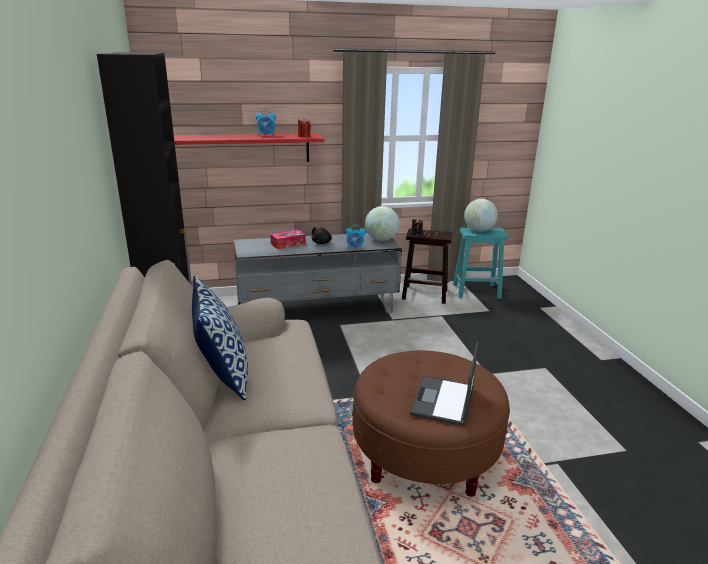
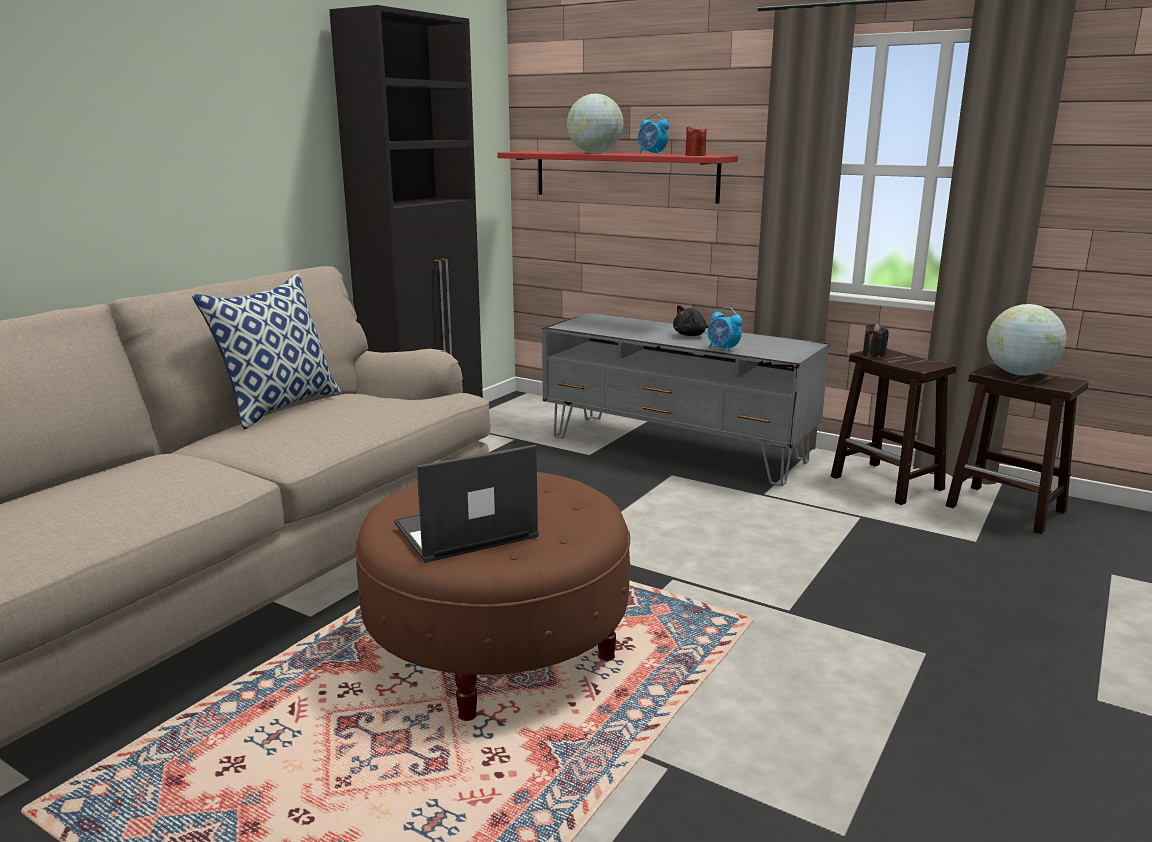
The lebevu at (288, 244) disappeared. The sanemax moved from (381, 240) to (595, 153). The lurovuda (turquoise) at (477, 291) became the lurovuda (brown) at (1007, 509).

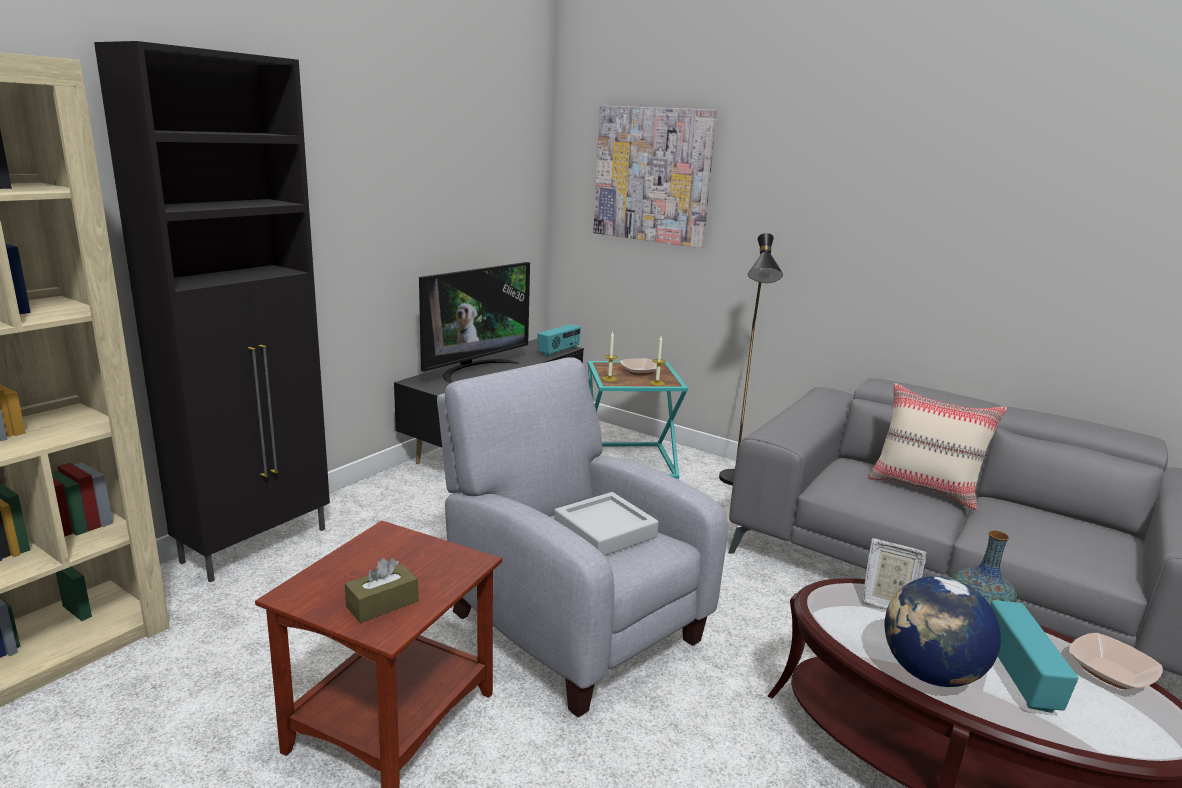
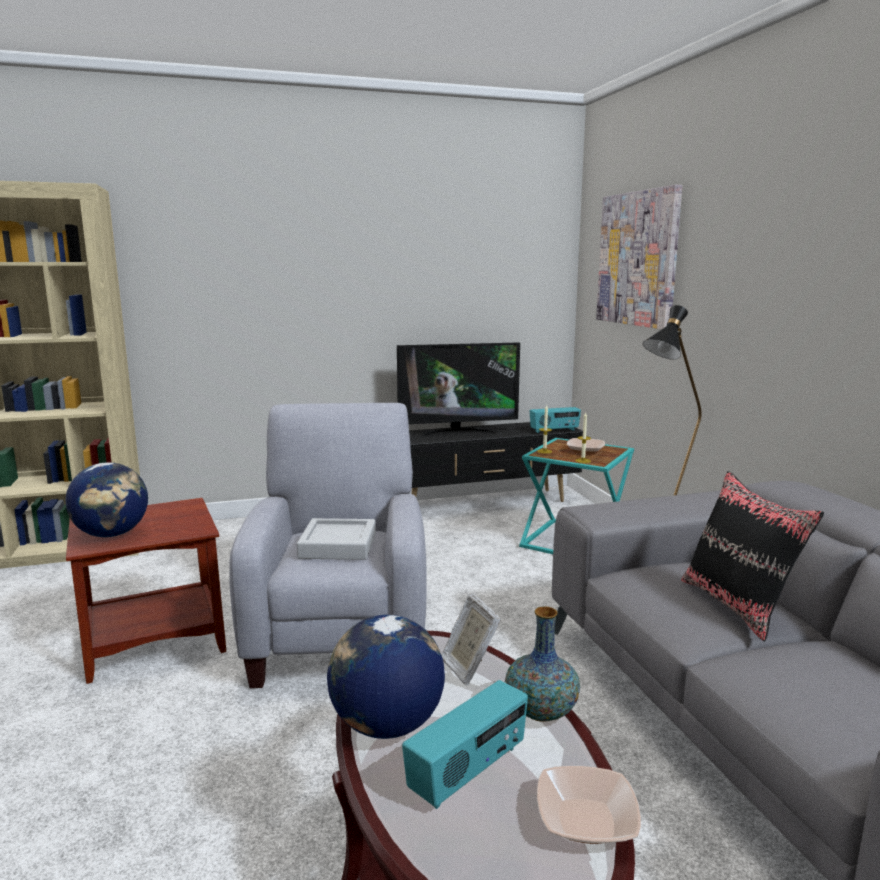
The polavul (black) at (258, 545) disappeared. The lebevu (brown) at (382, 604) was replaced by the sanemax at (112, 534). The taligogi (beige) at (925, 488) became the taligogi (black) at (737, 606).

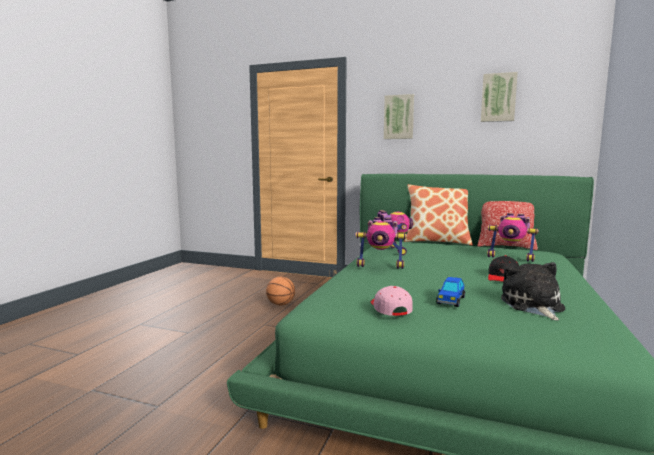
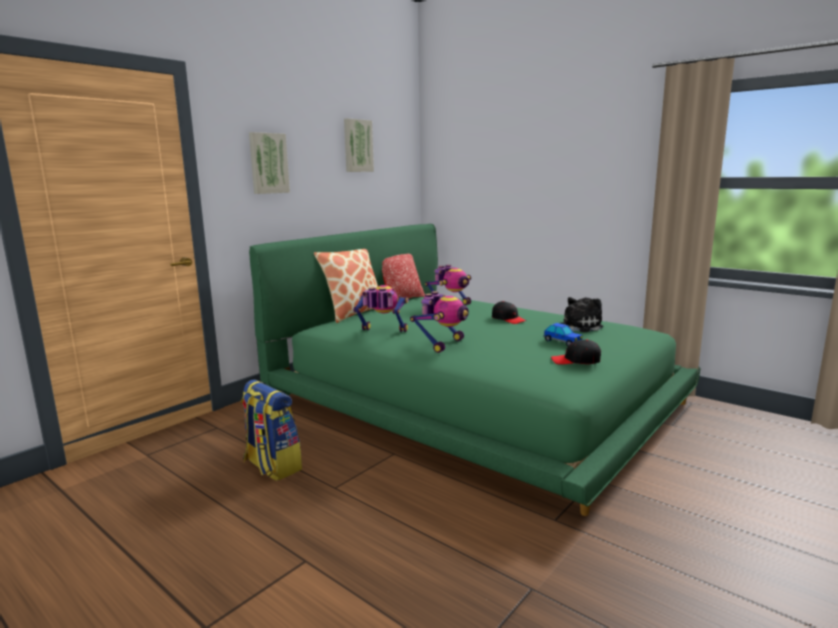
The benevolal at (280, 304) was replaced by the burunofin at (271, 466). The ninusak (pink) at (390, 308) became the ninusak (black) at (576, 361). The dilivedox at (533, 305) turned 120 degrees clockwise.

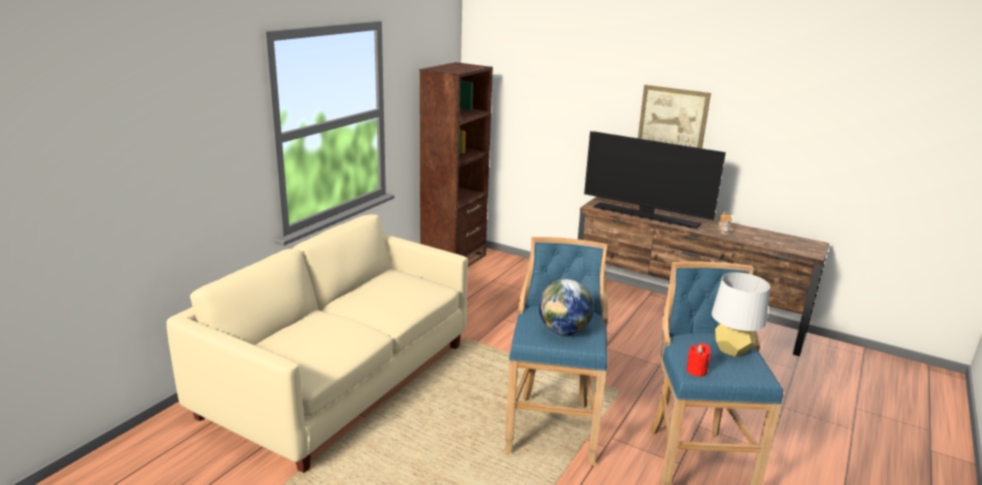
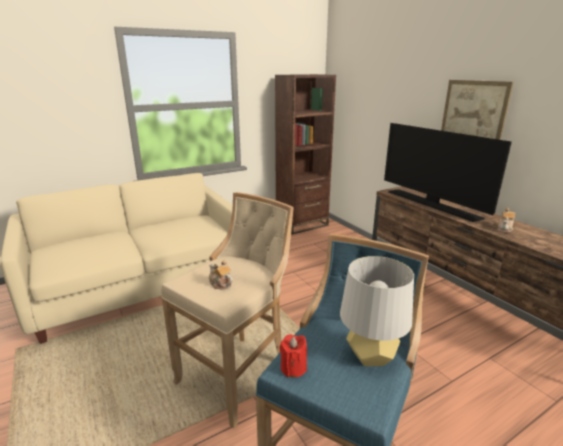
The lurovuda (blue) at (552, 427) became the lurovuda (beige) at (237, 372). The sanemax at (564, 331) was replaced by the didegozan at (220, 284).

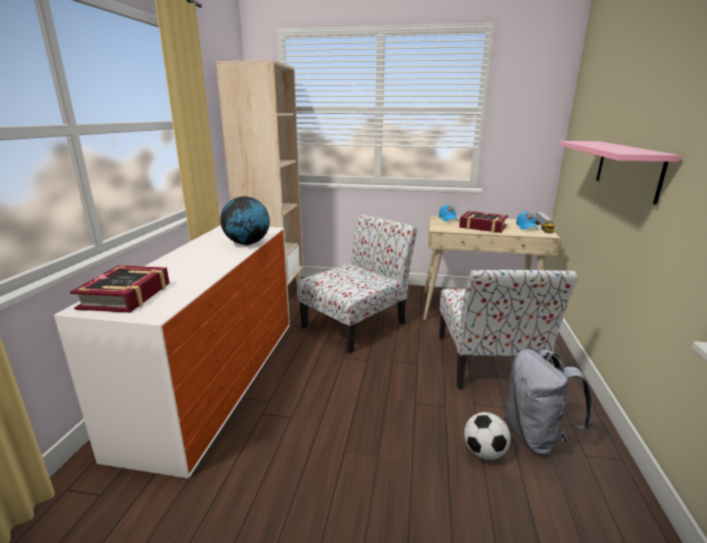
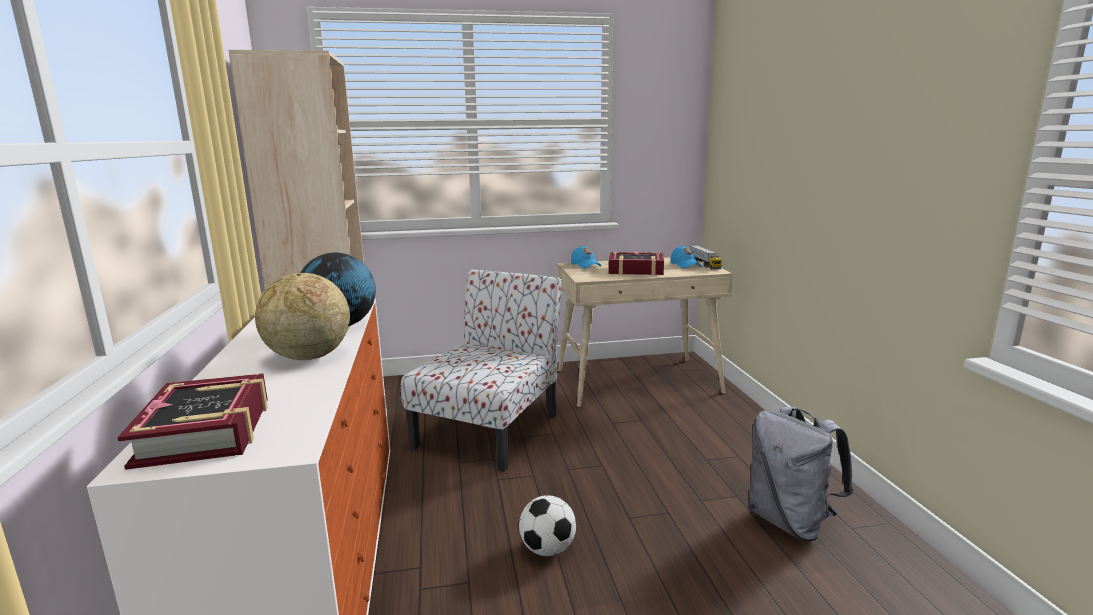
The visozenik at (487, 362) disappeared. The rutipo moved from (484, 452) to (548, 549). The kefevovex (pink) at (627, 169) disappeared. The sanemax at (308, 357) appeared.

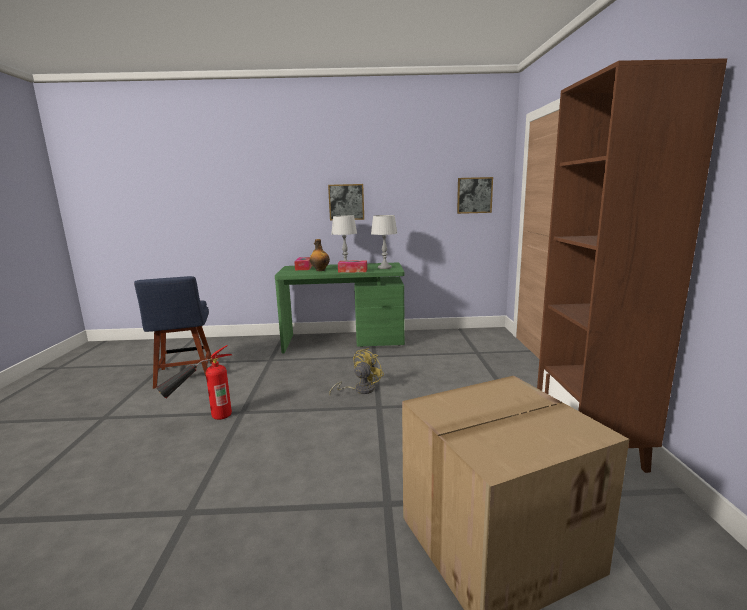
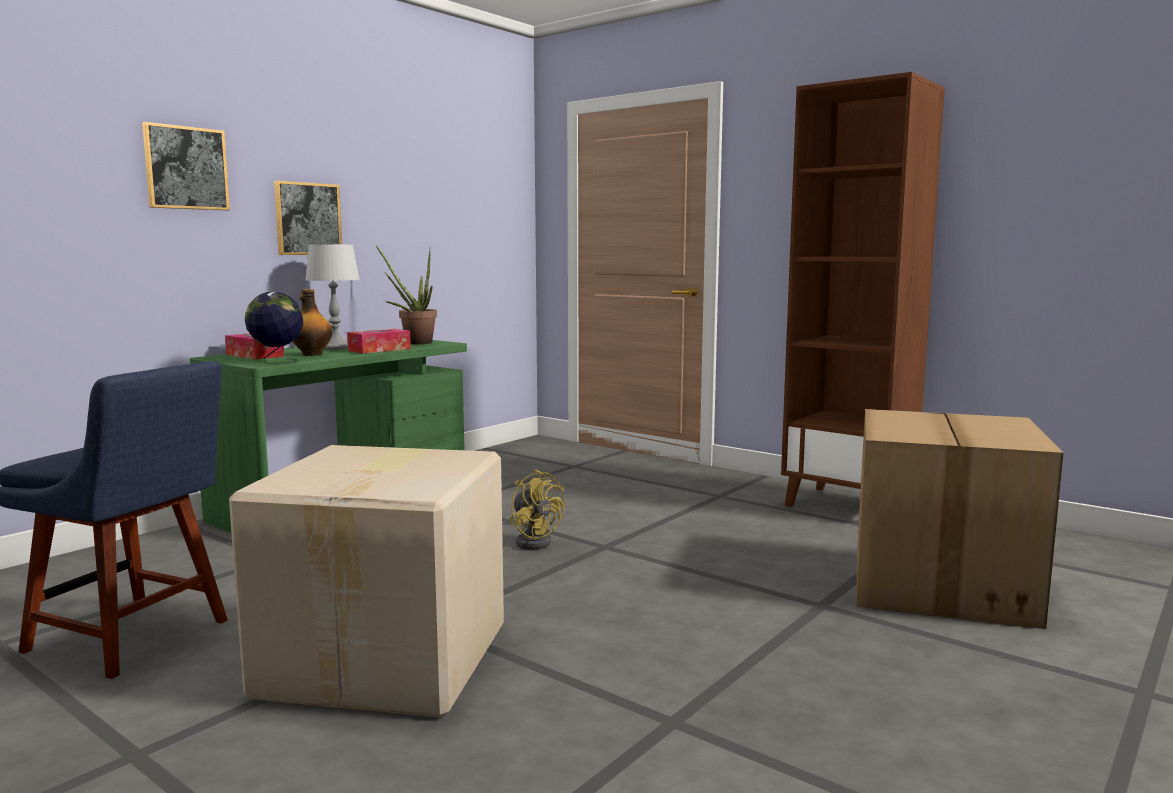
The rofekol at (202, 420) was replaced by the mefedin at (389, 658). The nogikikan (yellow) at (360, 390) turned 150 degrees clockwise. The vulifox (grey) at (385, 267) was replaced by the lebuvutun at (413, 342). The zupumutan moved from (474, 195) to (186, 168). The sanemax at (276, 362) appeared.

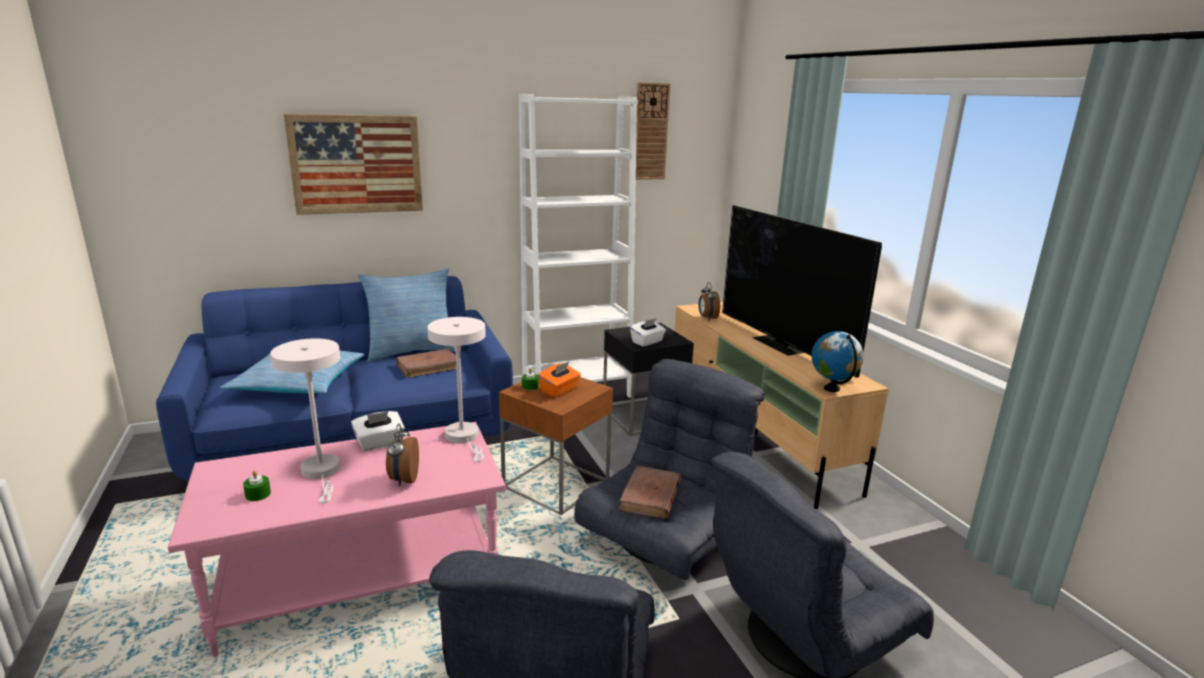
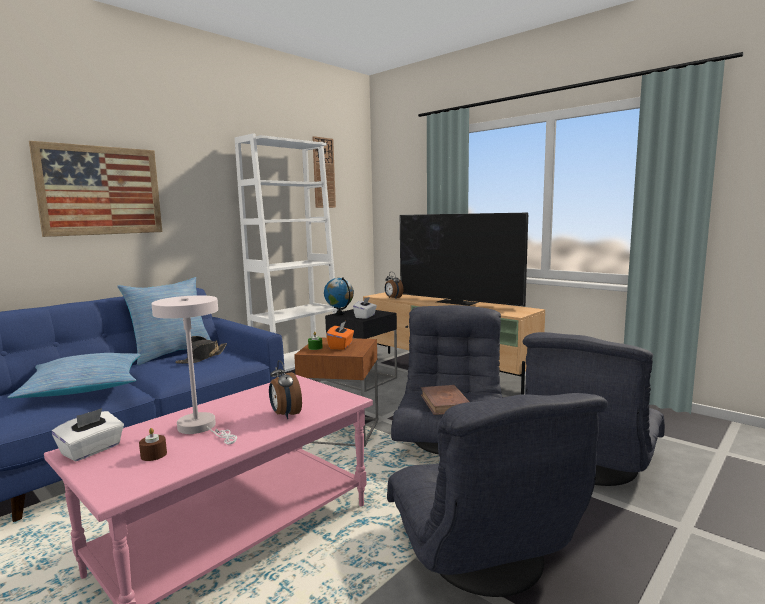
The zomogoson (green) at (258, 494) became the zomogoson (brown) at (153, 455). The lebevu (white) moved from (379, 443) to (92, 450). The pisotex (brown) at (429, 366) was replaced by the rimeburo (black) at (202, 357). The vulifox (white) at (464, 438) disappeared. The sanemax moved from (832, 389) to (339, 314).

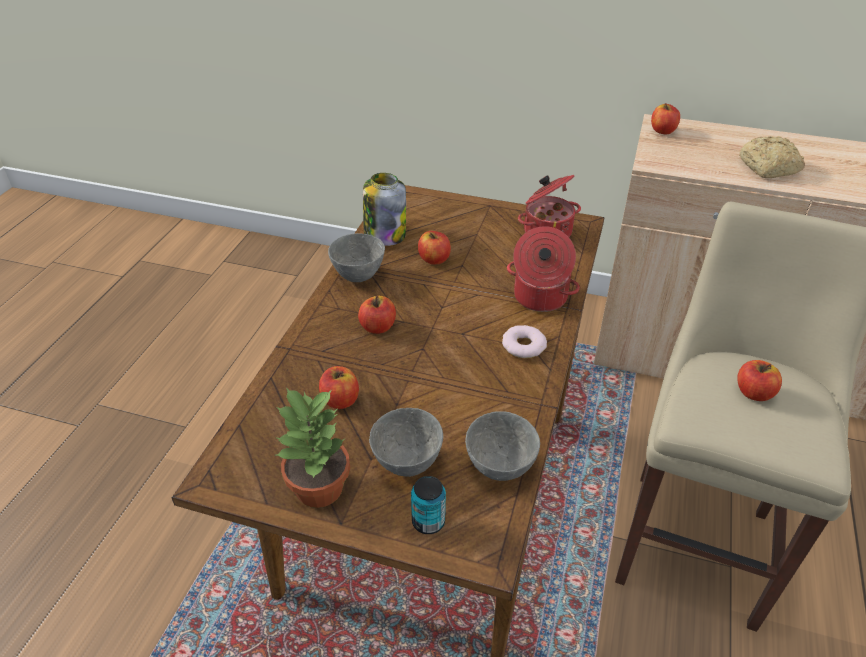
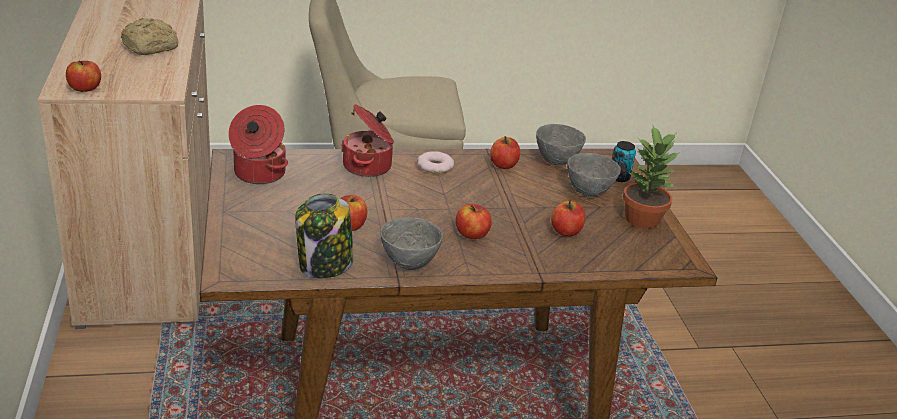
The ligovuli moved from (753, 392) to (503, 165).

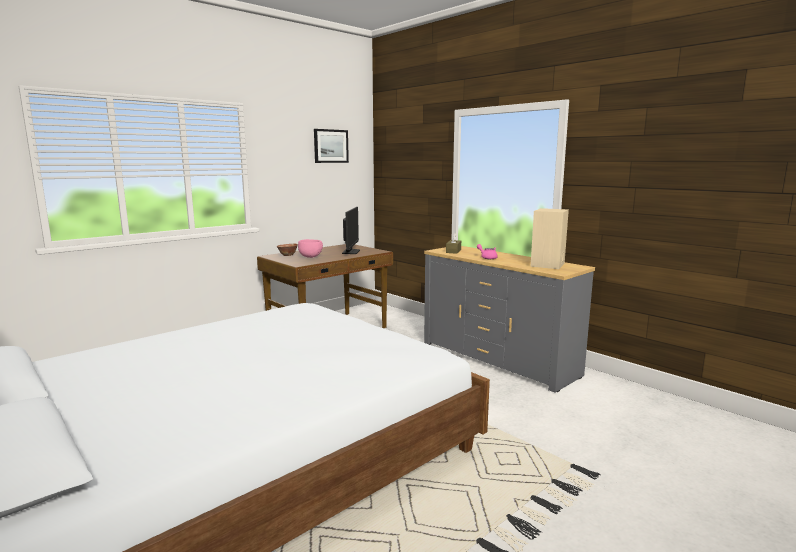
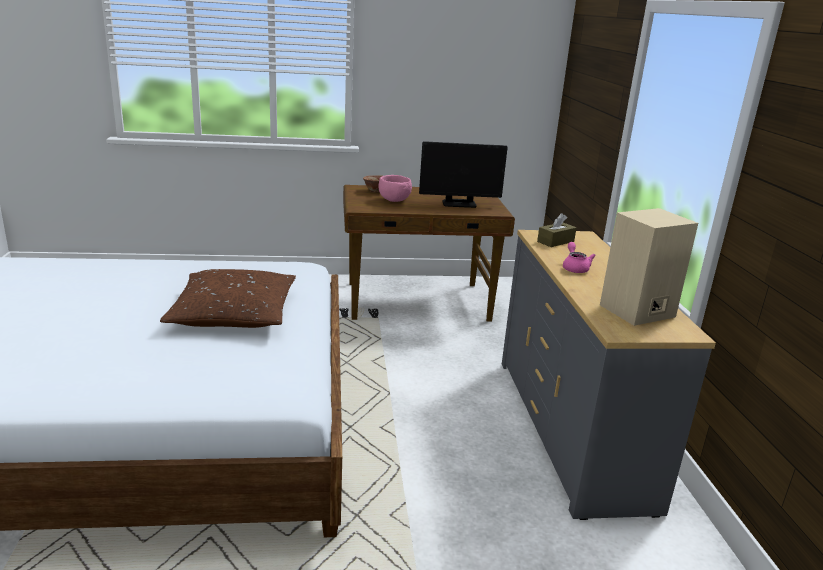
The zupumutan at (330, 146) disappeared. The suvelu at (351, 252) turned 45 degrees clockwise. The taligogi (brown) at (234, 313) appeared.

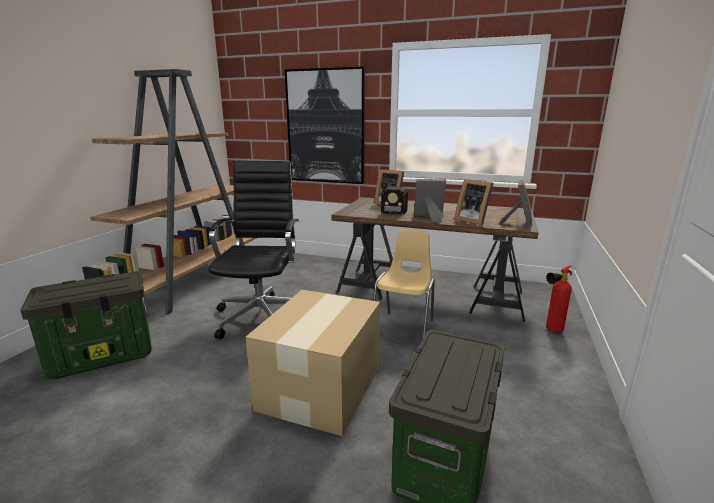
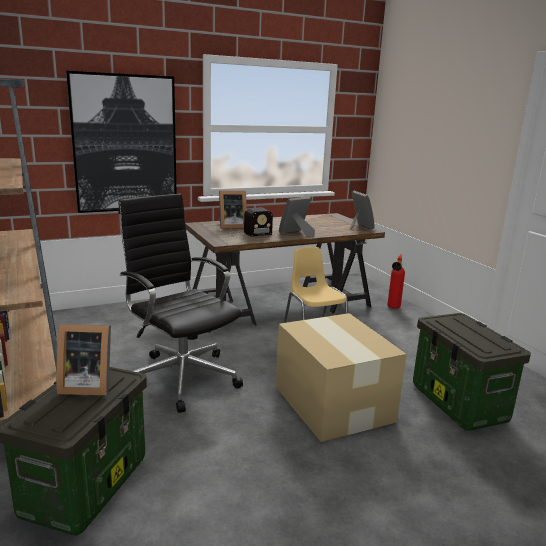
The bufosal moved from (472, 220) to (86, 385).

